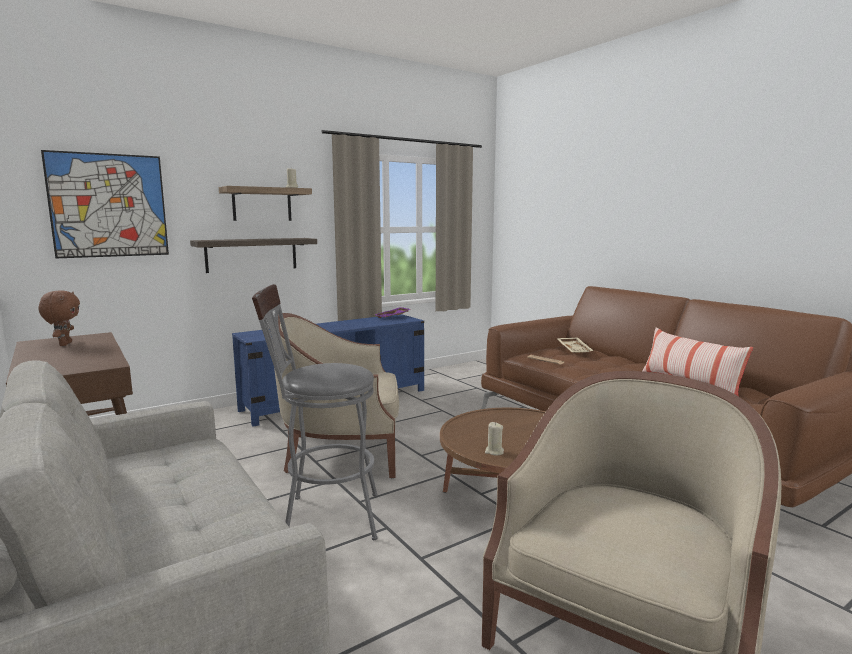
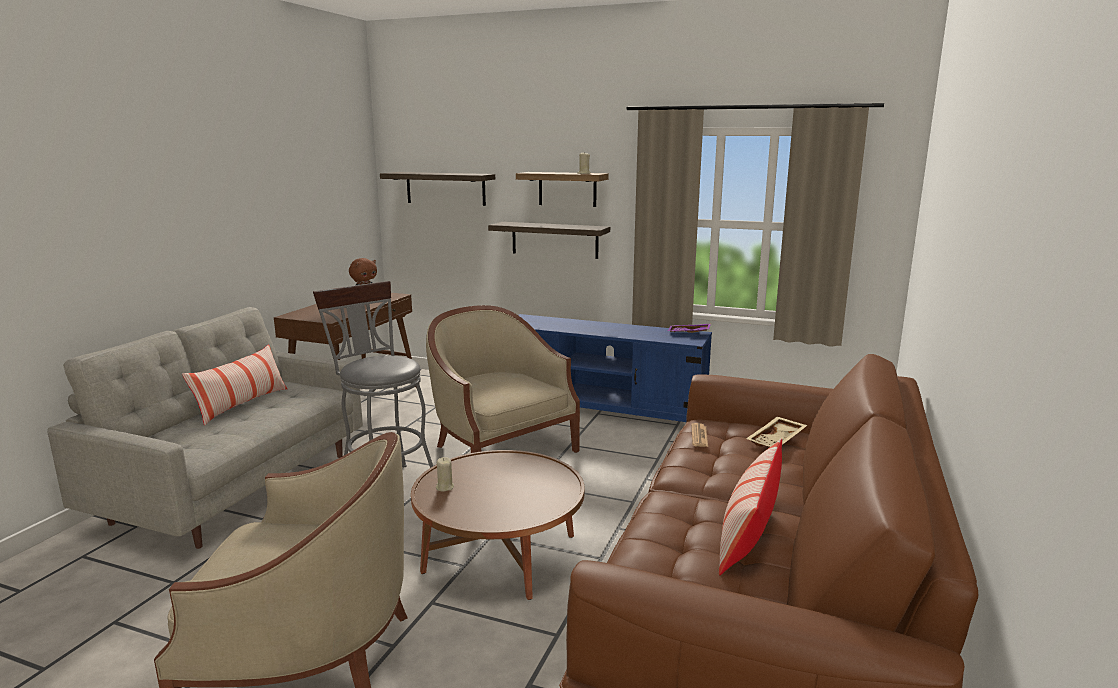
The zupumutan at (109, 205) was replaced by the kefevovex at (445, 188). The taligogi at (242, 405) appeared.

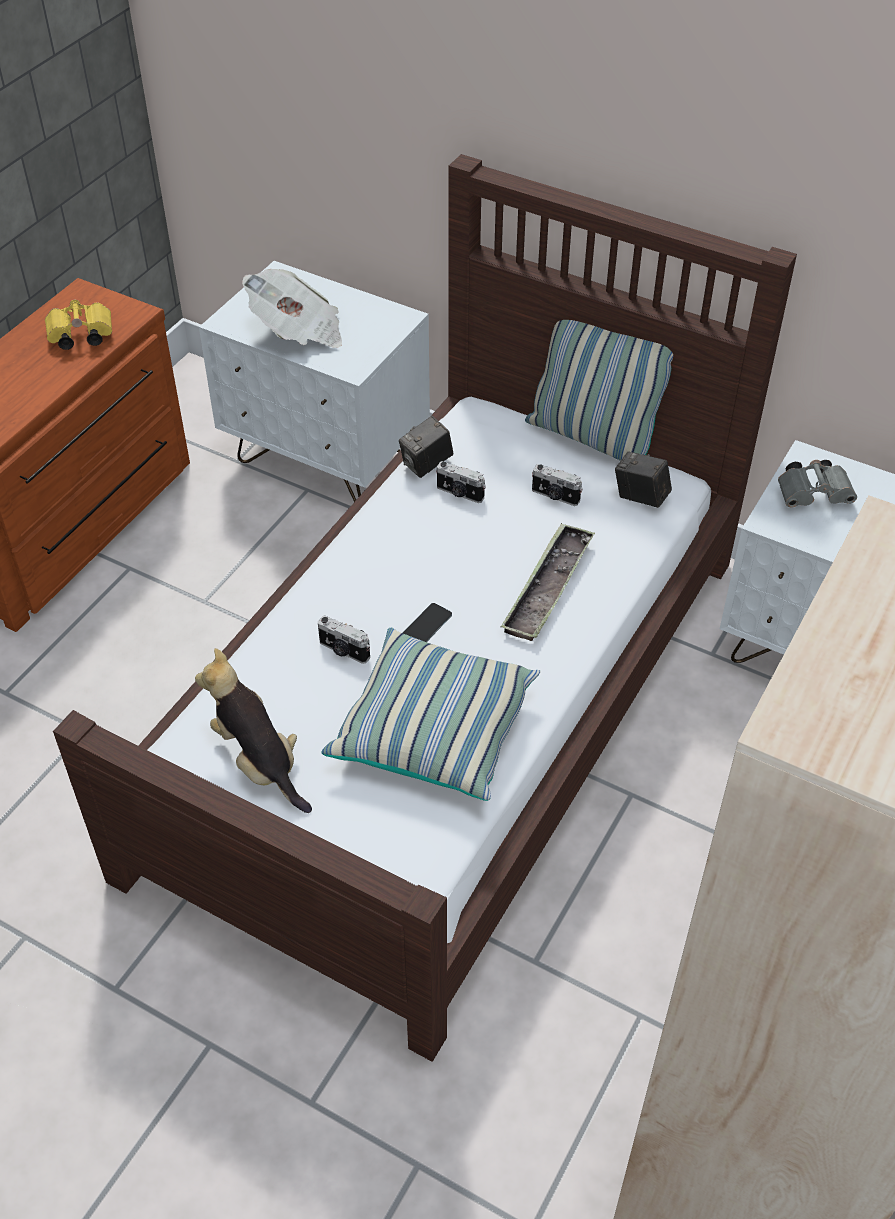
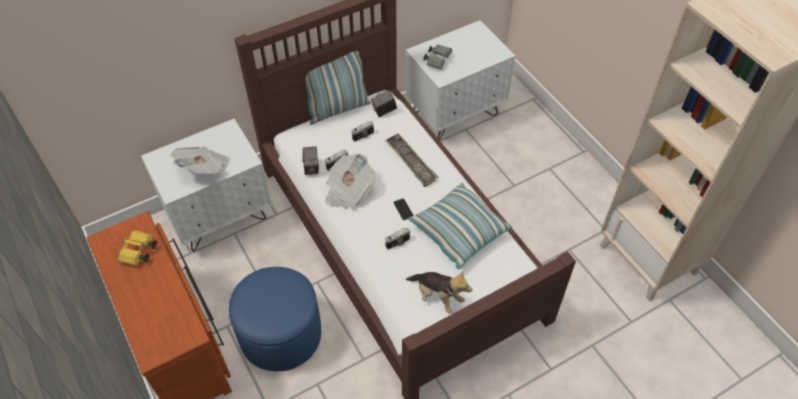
The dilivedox at (259, 761) turned 135 degrees counterclockwise. The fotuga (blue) at (280, 334) appeared. The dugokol at (348, 191) appeared.

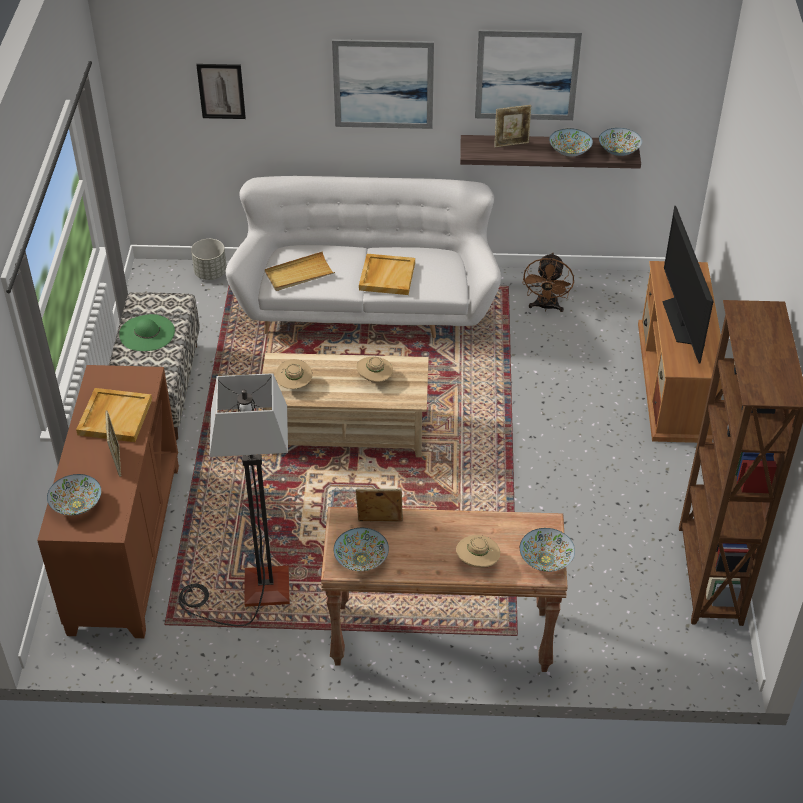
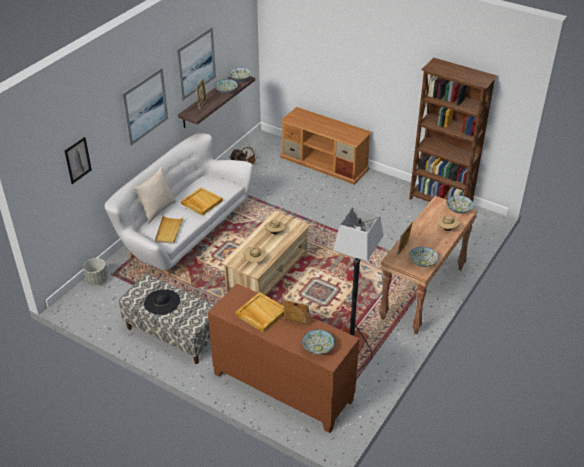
The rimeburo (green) at (147, 333) became the rimeburo (black) at (162, 302). The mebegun at (682, 321) disappeared. The taligogi (beige) at (157, 210) appeared.

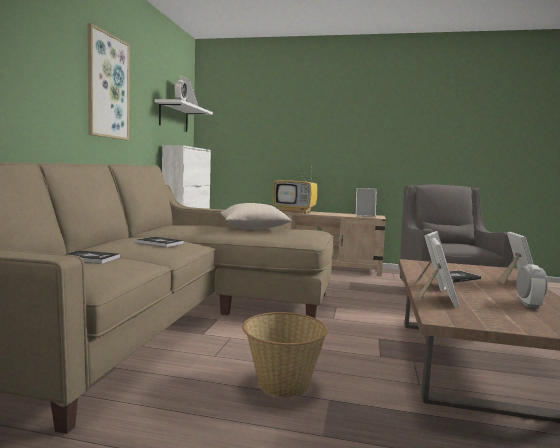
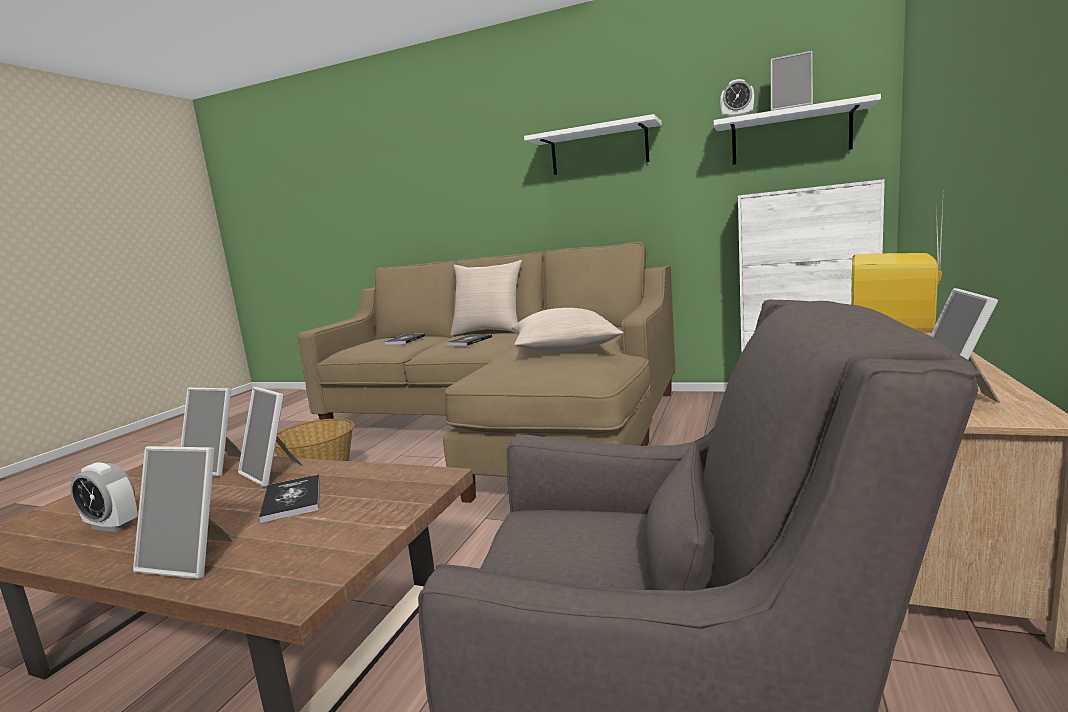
The zupumutan at (107, 86) was replaced by the kefevovex (white) at (599, 149). The taligogi (beige) at (489, 332) appeared.

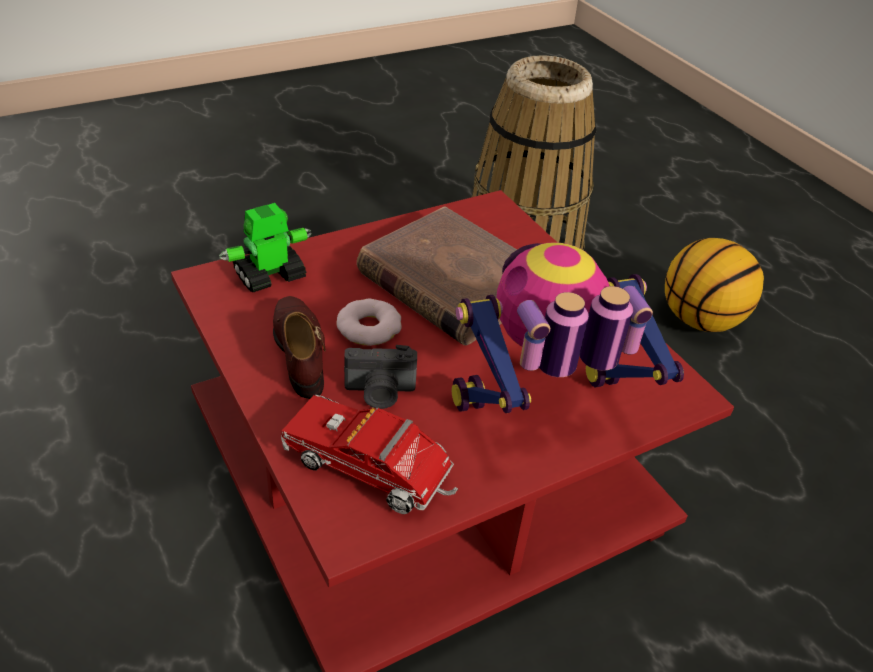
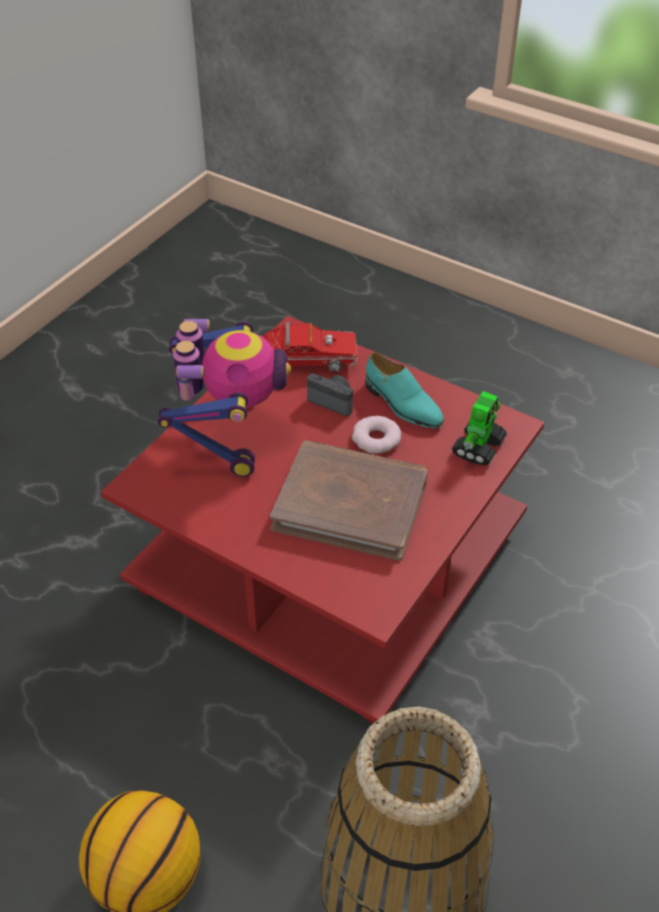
The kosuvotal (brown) at (300, 351) became the kosuvotal (turquoise) at (402, 405). The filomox at (379, 393) turned 60 degrees clockwise. The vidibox at (542, 410) turned 45 degrees counterclockwise.

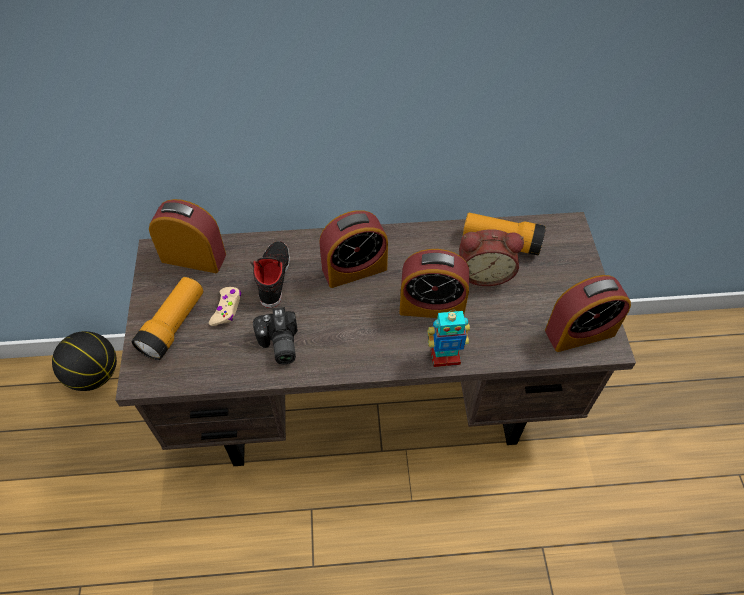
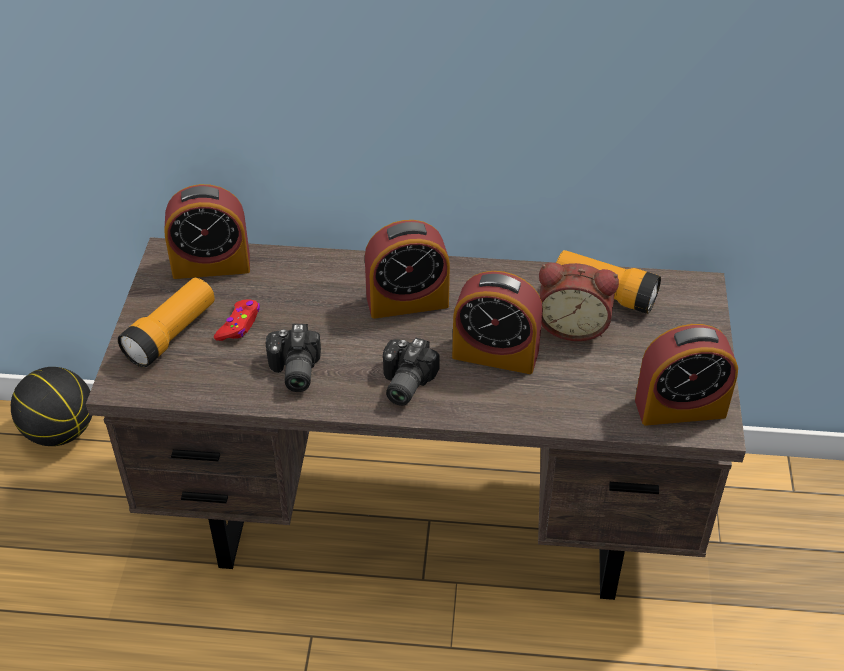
The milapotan at (193, 257) turned 150 degrees clockwise. The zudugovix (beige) at (227, 309) became the zudugovix (red) at (239, 325). The kosuvotal (black) at (273, 276) disappeared. The vidibox at (445, 357) disappeared. The filomox at (403, 383) appeared.

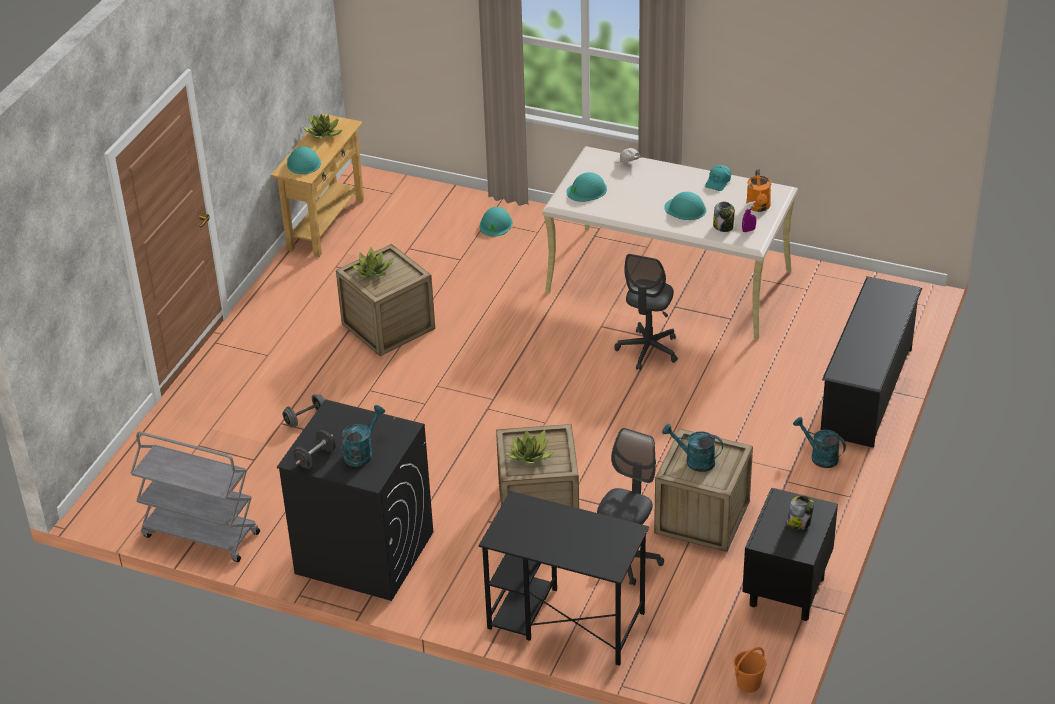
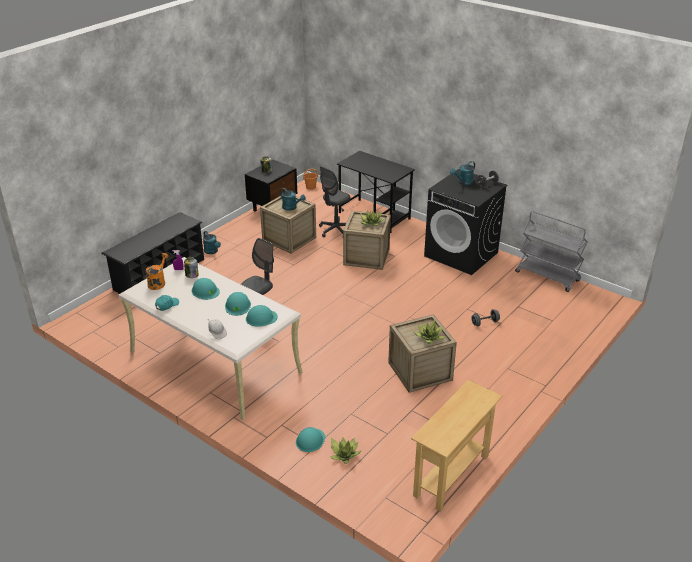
The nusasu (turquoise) moved from (303, 163) to (238, 306). The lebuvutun moved from (323, 133) to (344, 454).

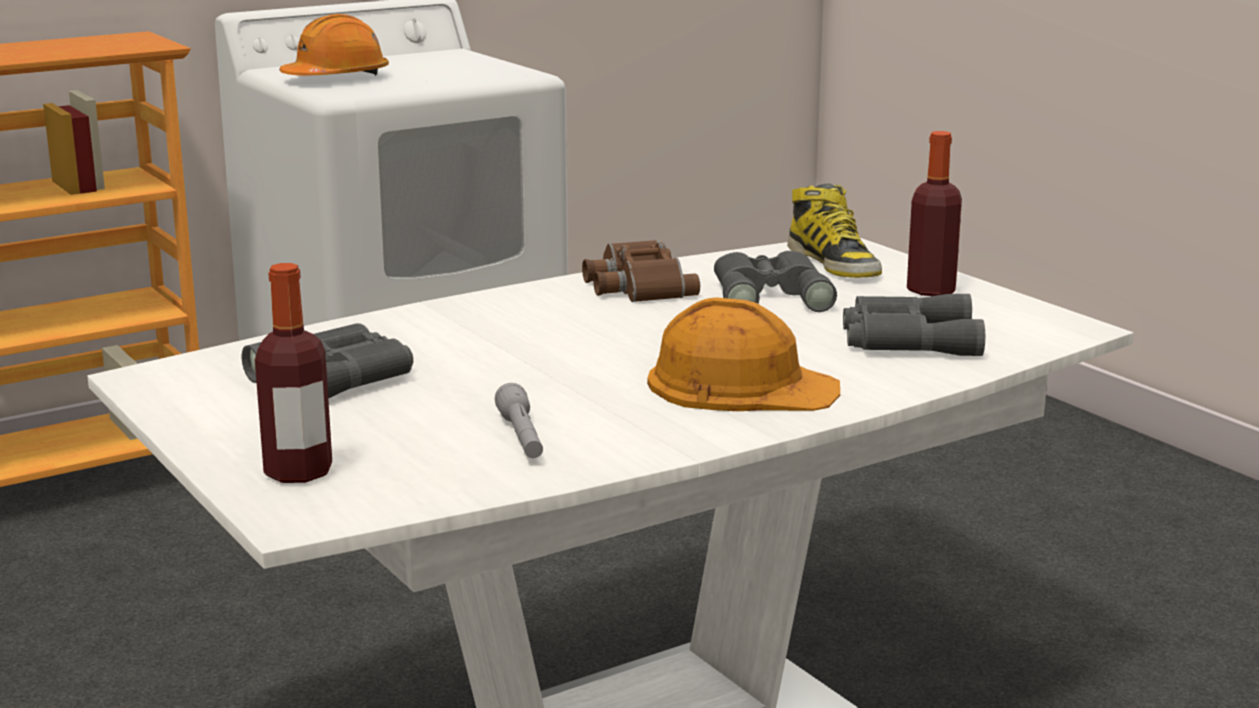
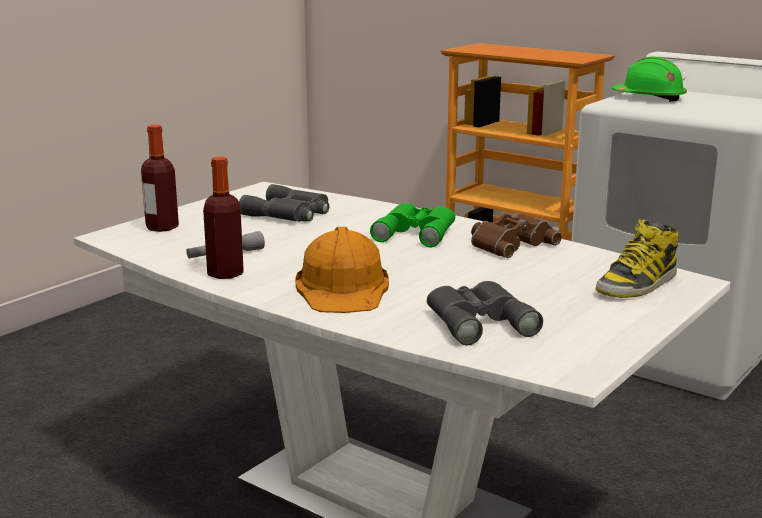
The nusasu (orange) at (336, 78) became the nusasu (green) at (649, 98). The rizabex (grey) at (770, 294) disappeared. The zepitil moved from (931, 290) to (225, 273). The rizabex (green) at (416, 232) appeared.

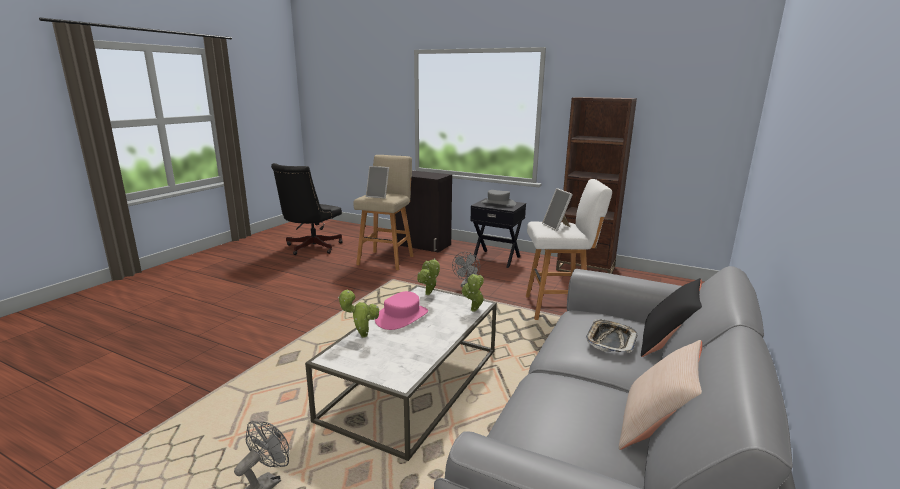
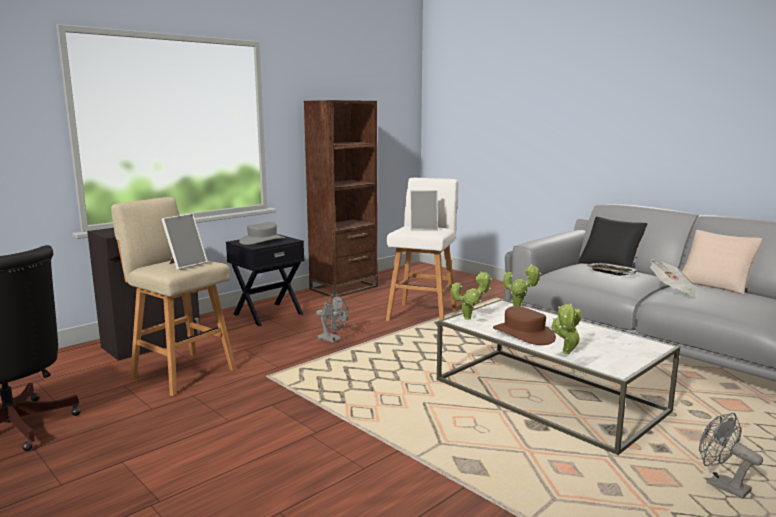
The rimeburo (pink) at (402, 317) became the rimeburo (brown) at (524, 334). The dugokol at (673, 290) appeared.

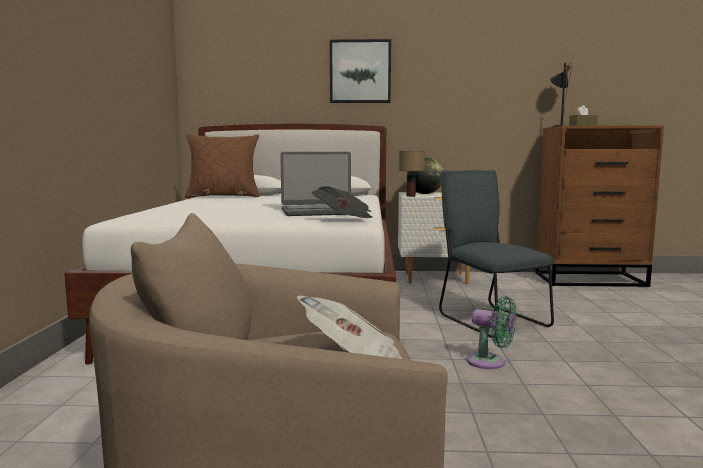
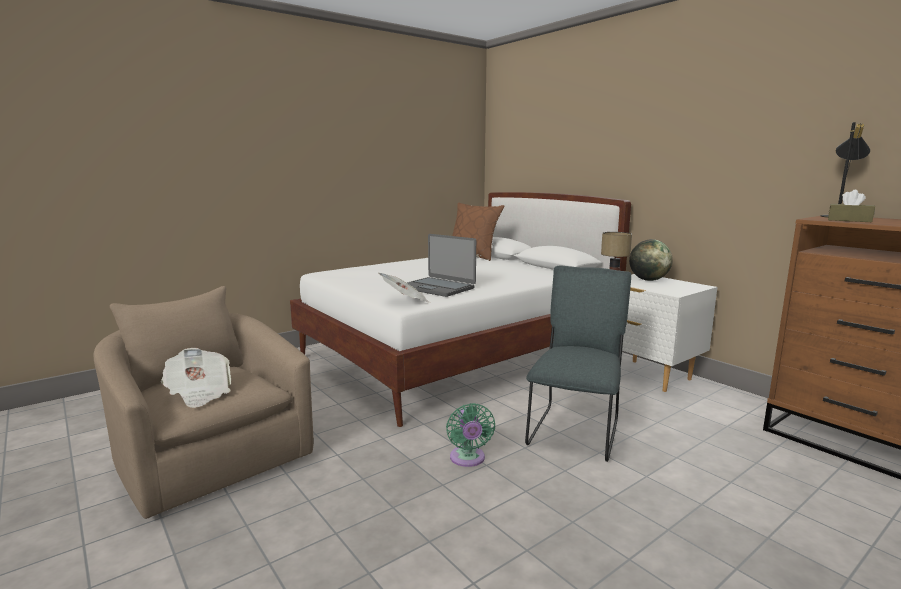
The zupumutan at (360, 71) disappeared.

